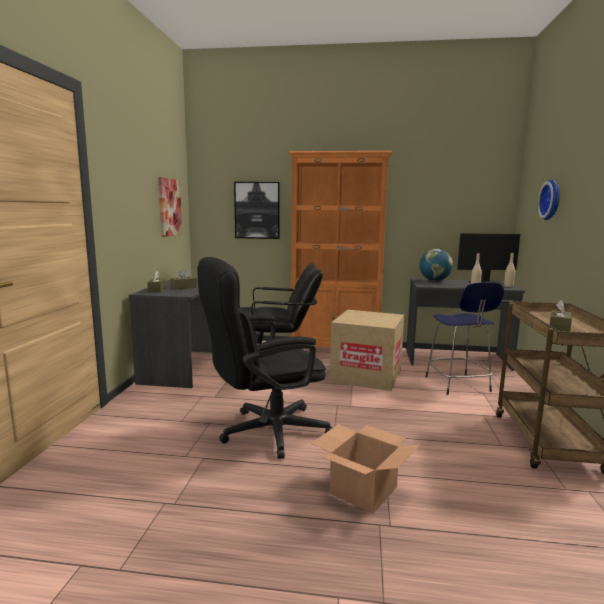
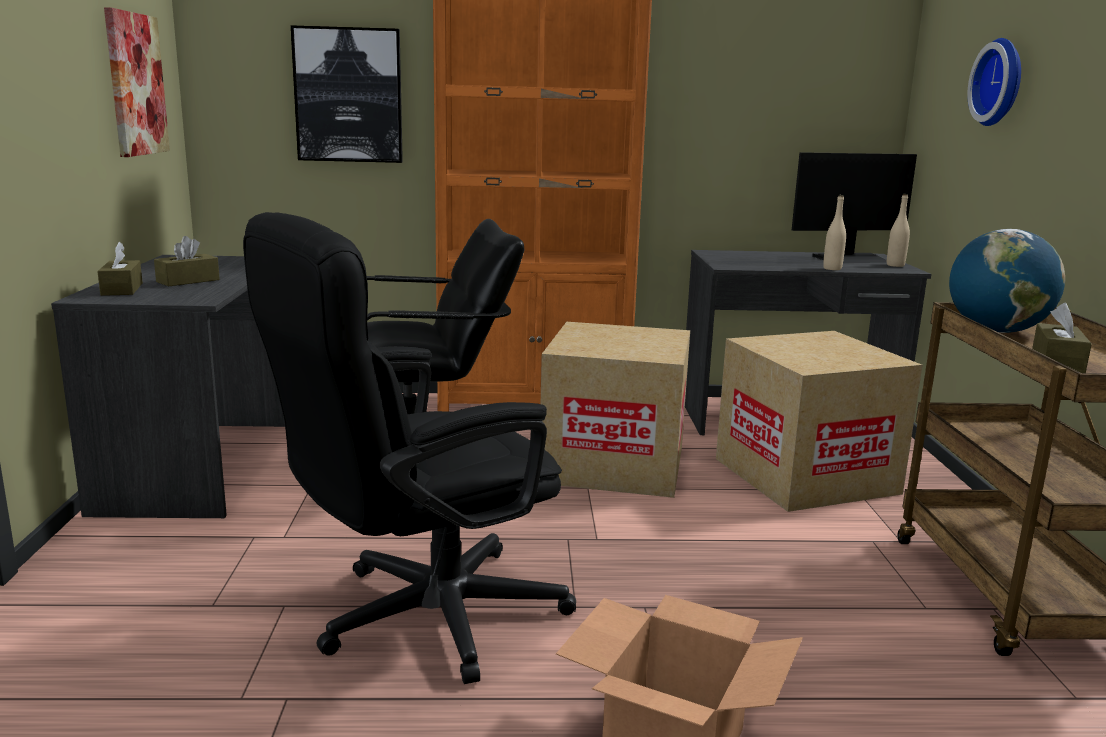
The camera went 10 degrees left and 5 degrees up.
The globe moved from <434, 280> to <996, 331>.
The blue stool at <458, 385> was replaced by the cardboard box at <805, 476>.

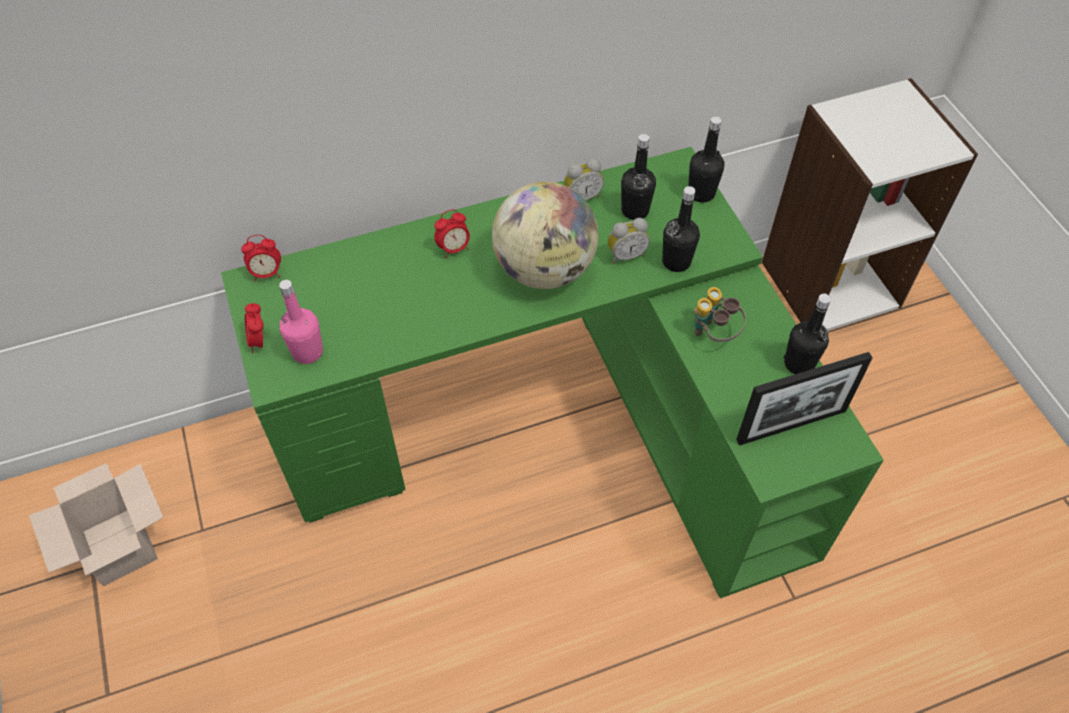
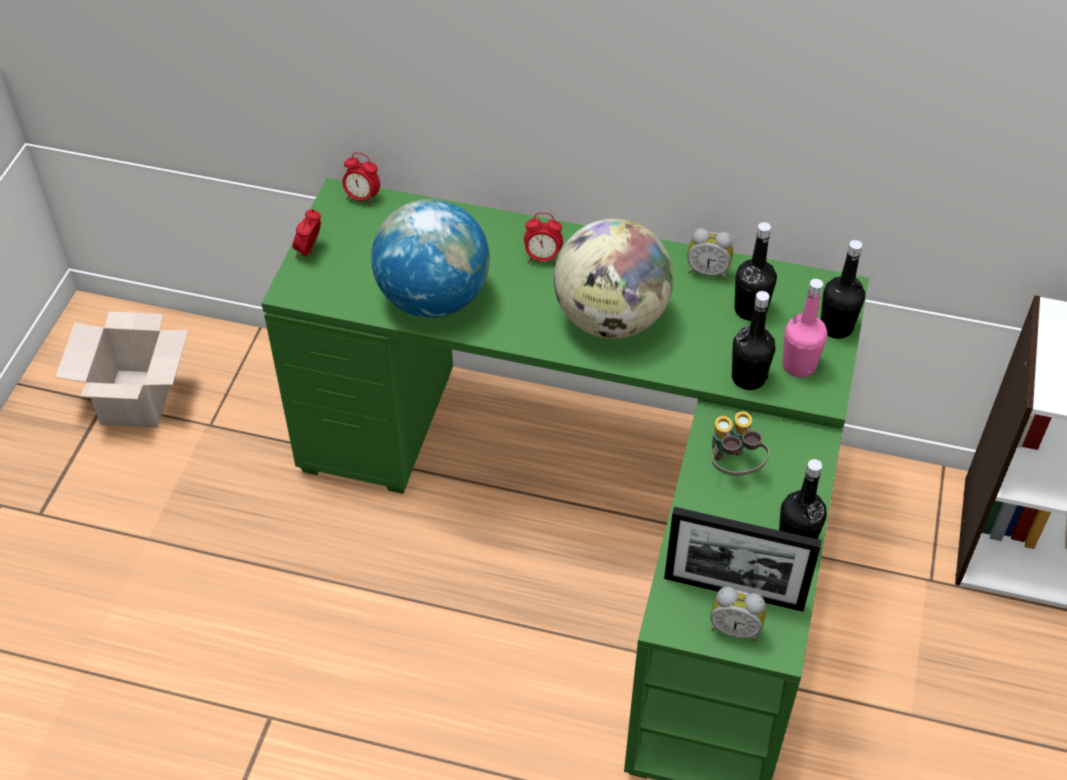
The camera went 35 degrees right and 5 degrees down.
The globe at <433, 298> appeared.
The pink bottle moved from <307, 352> to <799, 365>.
The alarm clock moved from <625, 255> to <735, 628>.

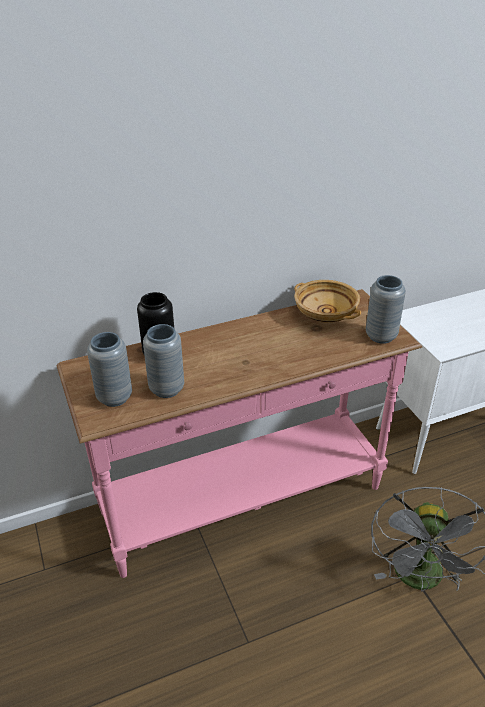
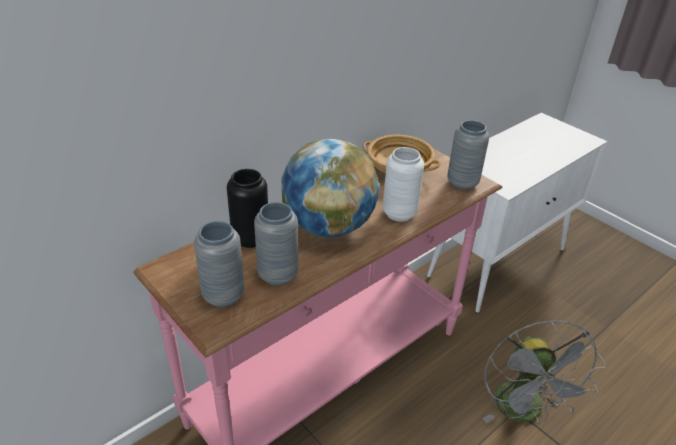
The camera went 20 degrees left and 0 degrees up.
The globe at <328, 226> appeared.
The white vase at <399, 213> appeared.

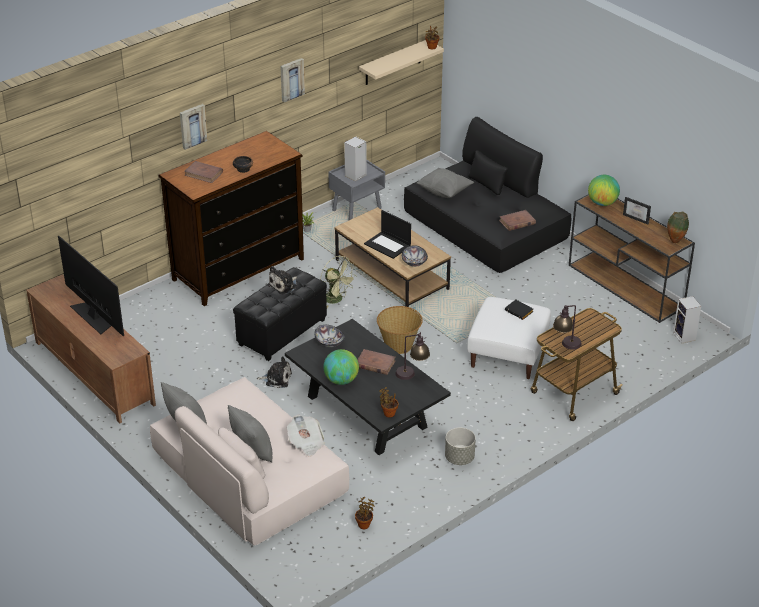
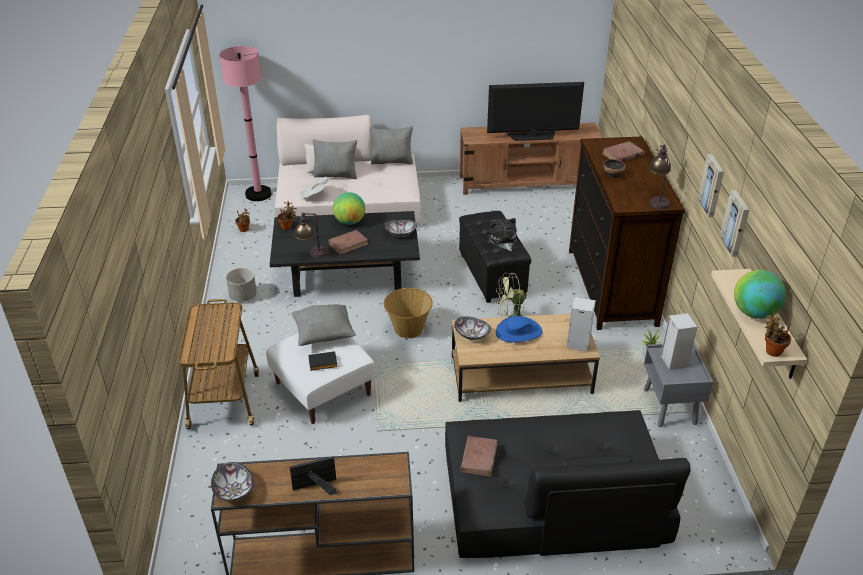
The camera went 125 degrees right and 0 degrees up.
The plush toy at <276, 378> disappeared.
The pink floor lamp at <258, 194> appeared.
The picture moved from <192, 126> to <736, 223>.
The grey pillow moved from <444, 192> to <323, 335>.
The table lamp moved from <566, 346> to <657, 199>.
The globe moved from <602, 203> to <754, 313>.
The speaker moved from <685, 337> to <577, 343>.
The laptop at <388, 245> was replaced by the blue hat at <518, 332>.
The vase at <675, 241> was replaced by the bowl at <234, 491>.

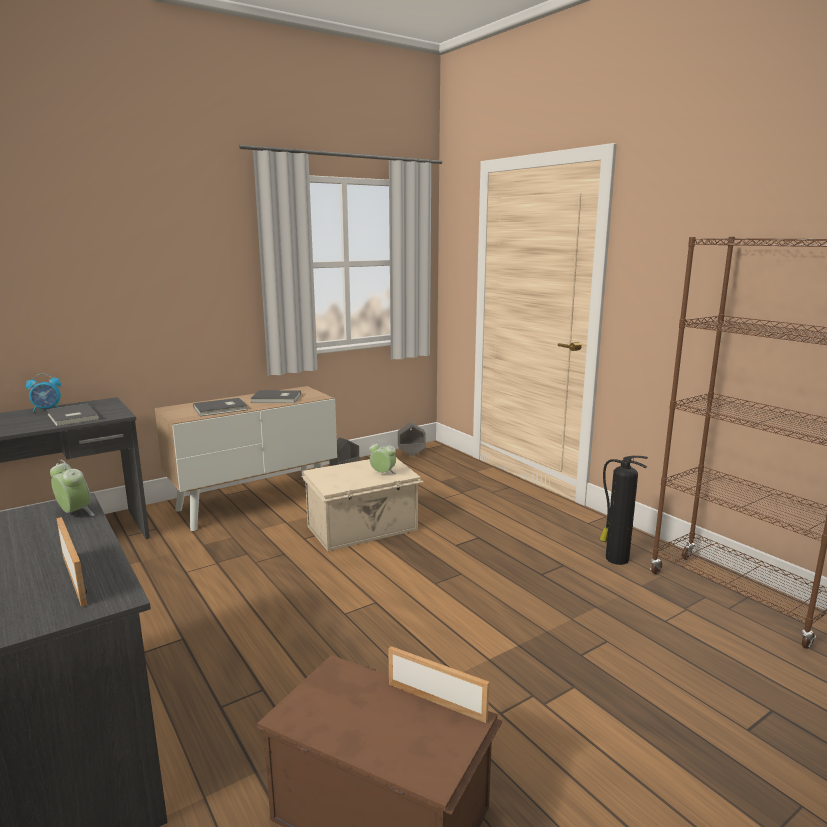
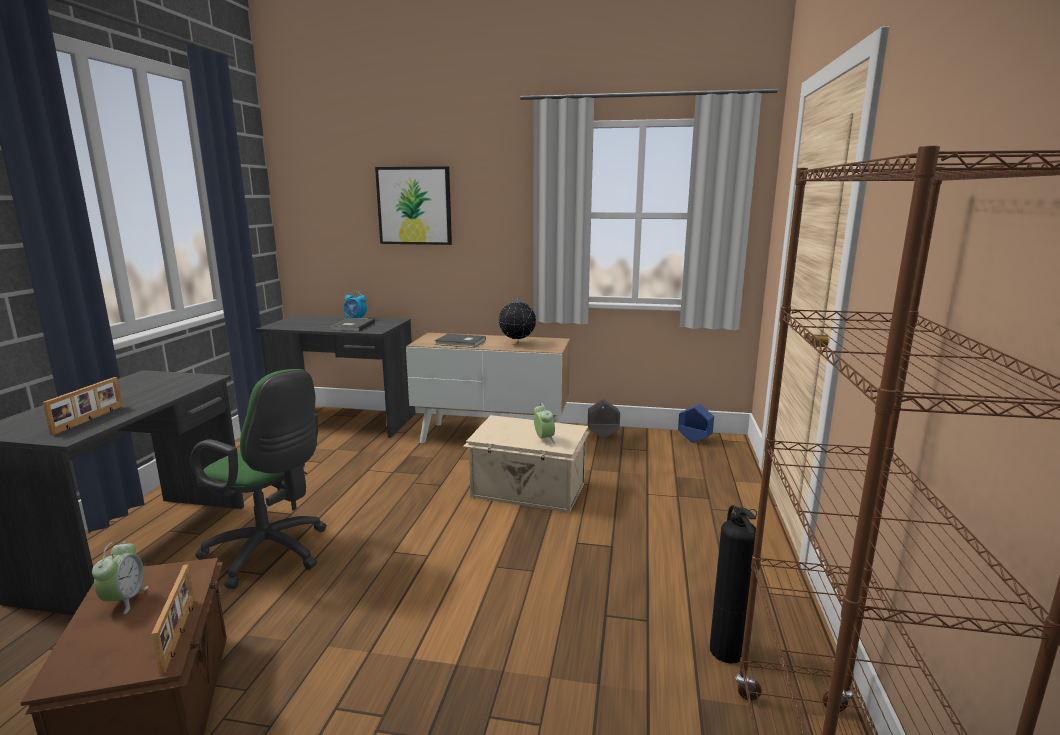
The camera went 45 degrees right and 0 degrees up.
The green office chair at <272, 554> appeared.
The picture at <414, 206> appeared.
The alarm clock moved from <74, 513> to <124, 600>.
The grey book at <276, 399> was replaced by the globe at <517, 344>.
The grey planter at <411, 454> became the blue planter at <694, 440>.

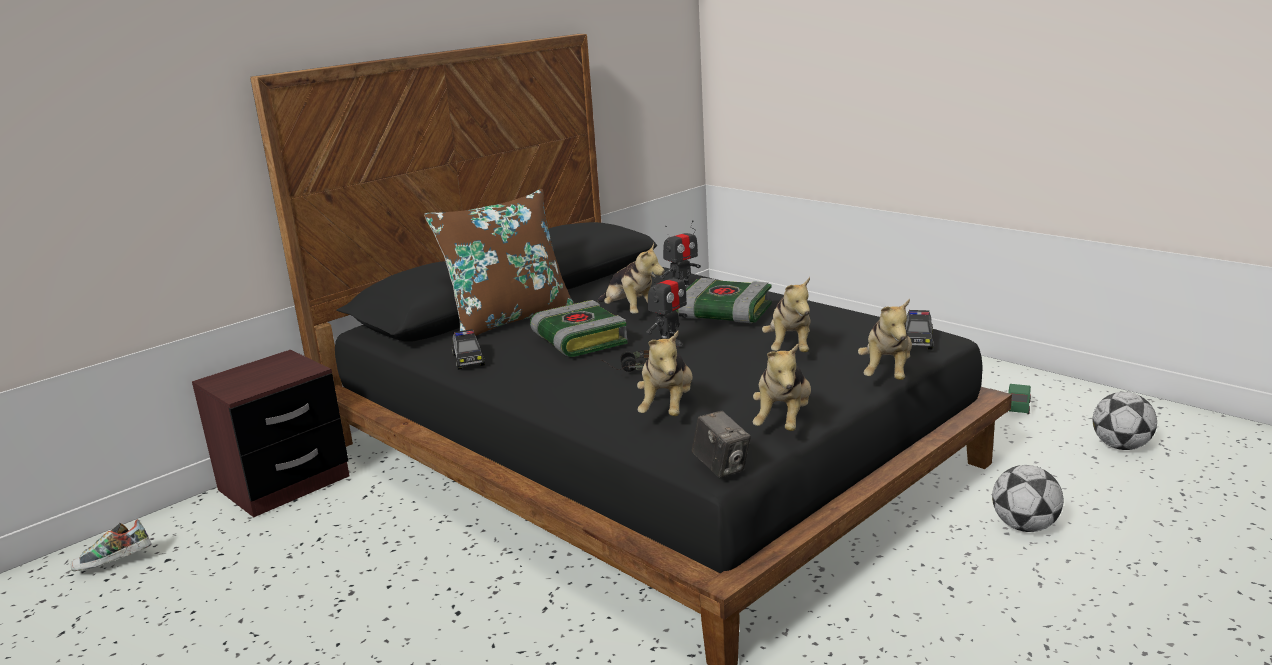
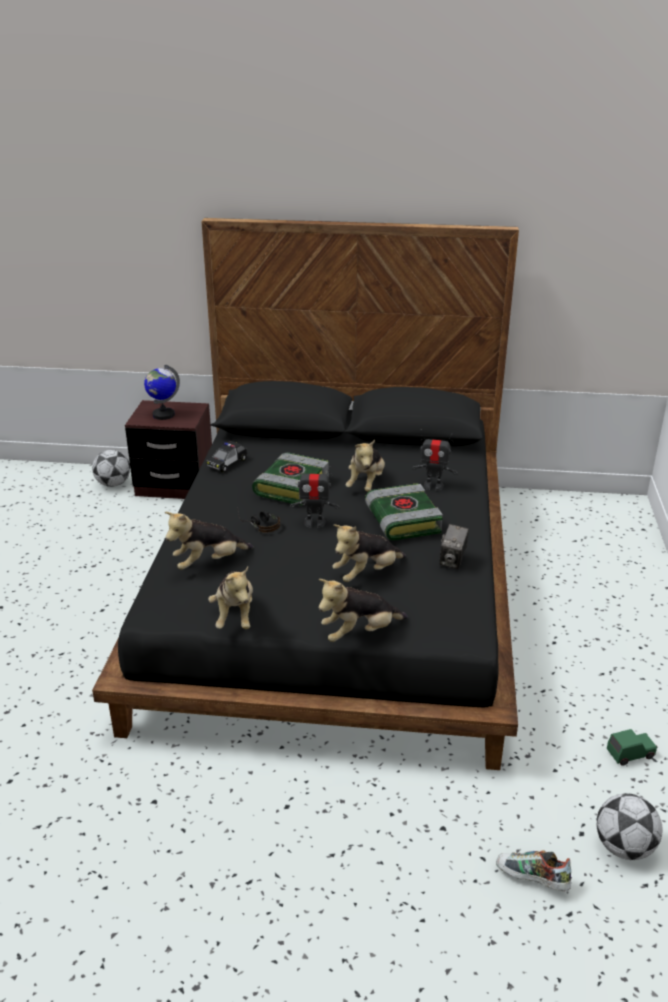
The camera went 50 degrees right and 10 degrees up.
The brown pillow at <509, 319> disappeared.
The toy car at <918, 340> disappeared.
The globe at <163, 415> appeared.
The shoe moved from <114, 565> to <531, 880>.
The photo camera moved from <721, 467> to <452, 561>.
The football moved from <1025, 526> to <113, 484>.
The plush toy at <783, 421> turned 75 degrees counterclockwise.

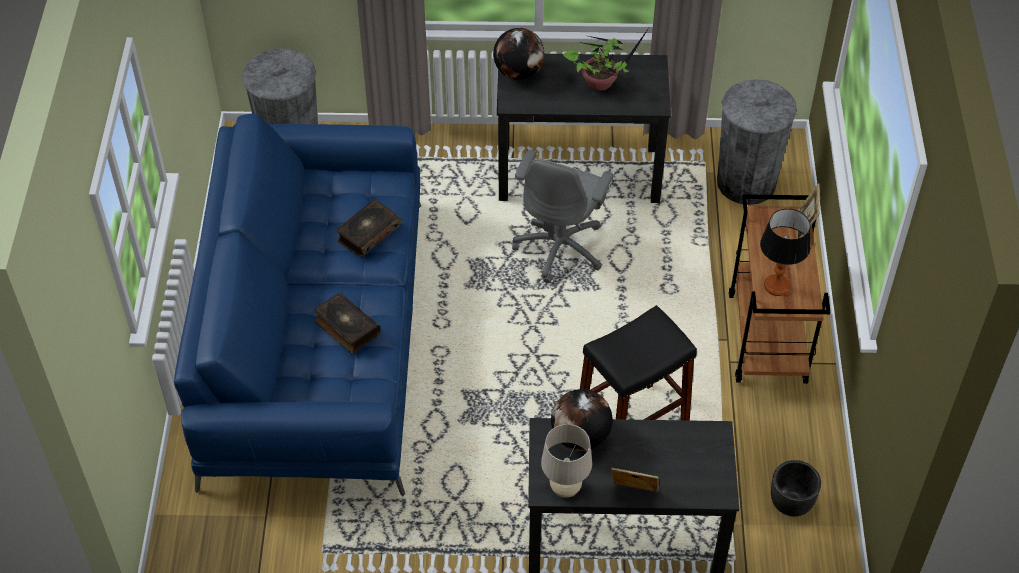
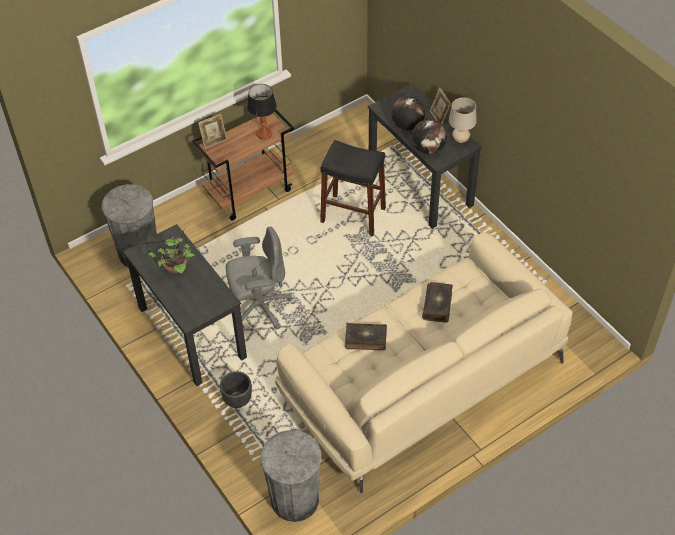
The camera went 125 degrees left and 0 degrees up.
The globe moved from <519, 72> to <407, 125>.
The black planter moved from <790, 503> to <238, 399>.
The blue sofa at <317, 336> became the beige sofa at <421, 379>.

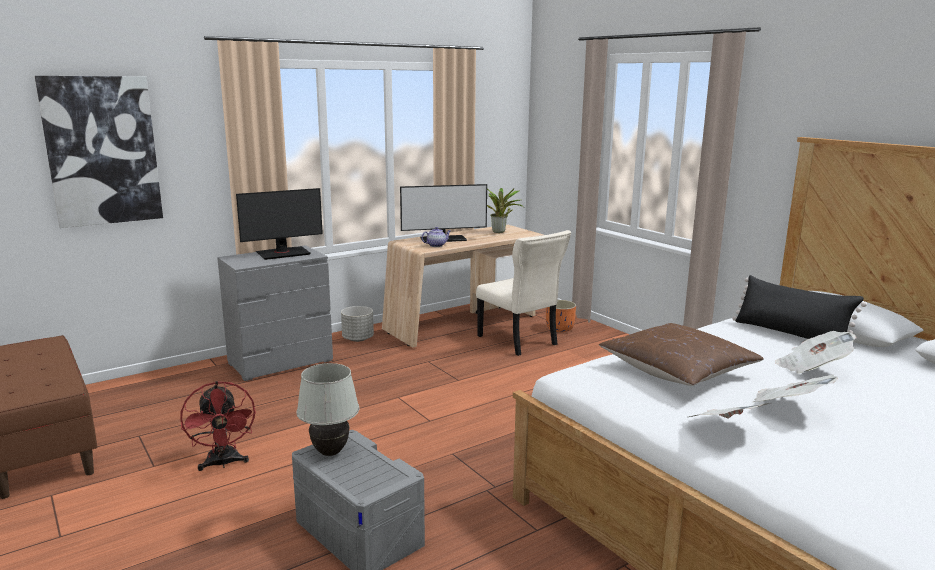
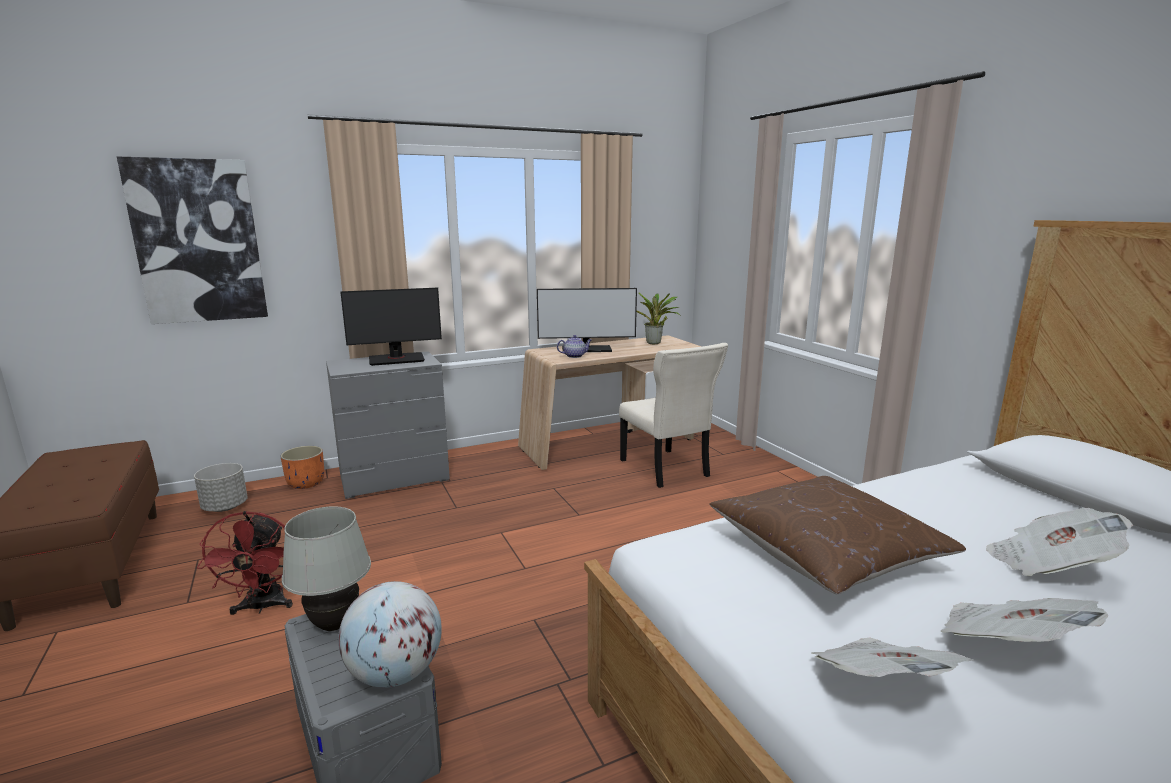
The camera went 10 degrees right and 0 degrees up.
The black pillow at <790, 334> disappeared.
The globe at <395, 674> appeared.
The grey planter moved from <357, 339> to <224, 507>.
The orange planter moved from <560, 329> to <306, 484>.

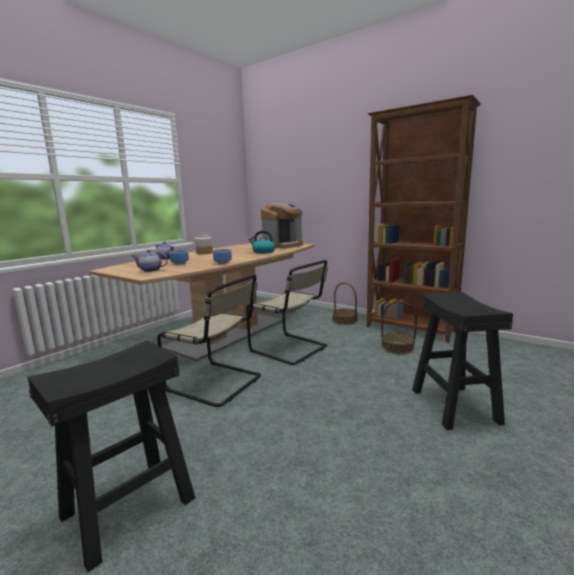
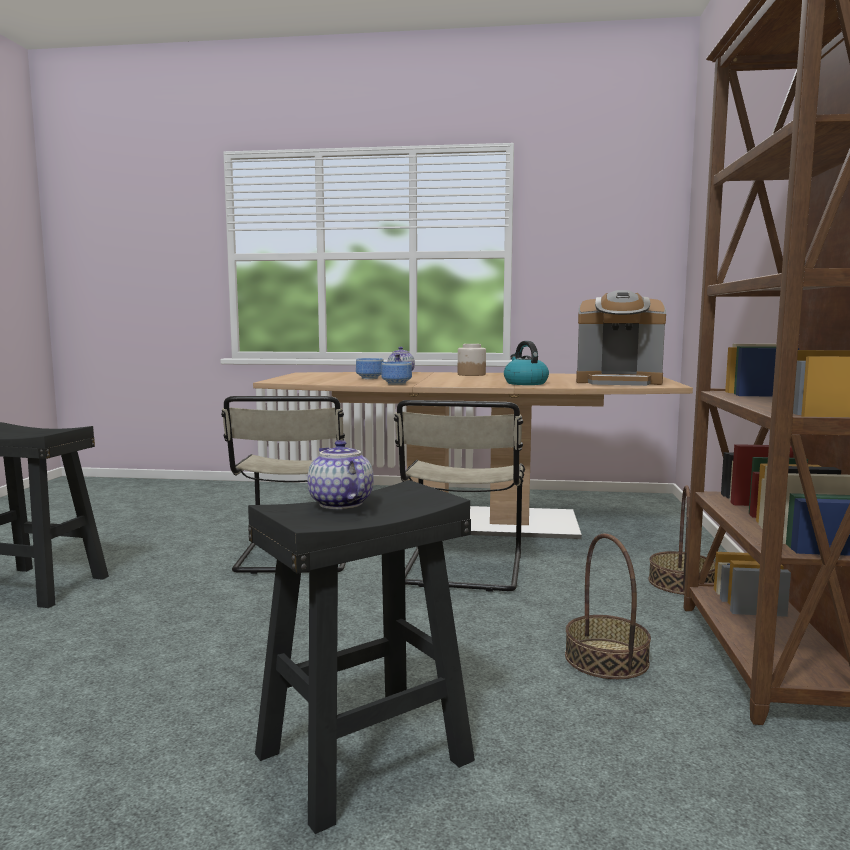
The camera went 60 degrees right and 5 degrees down.
The teapot moved from <150, 270> to <339, 504>.

